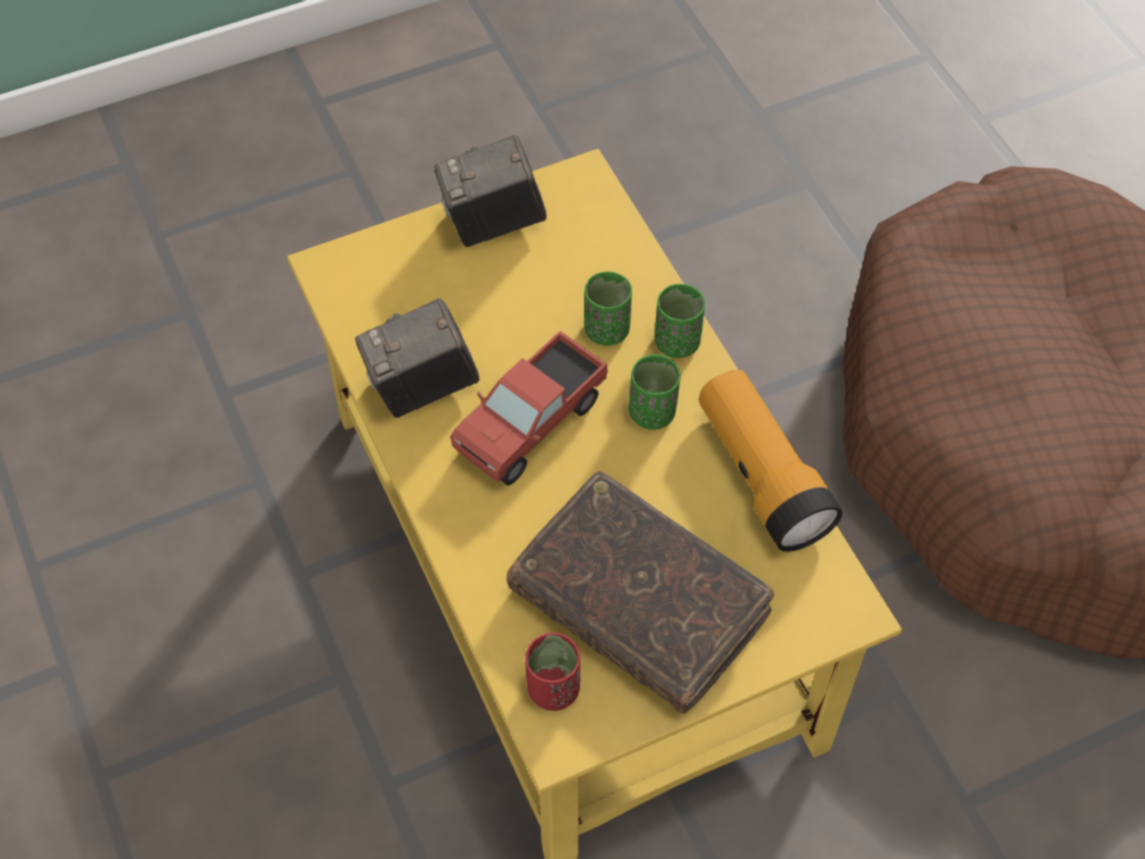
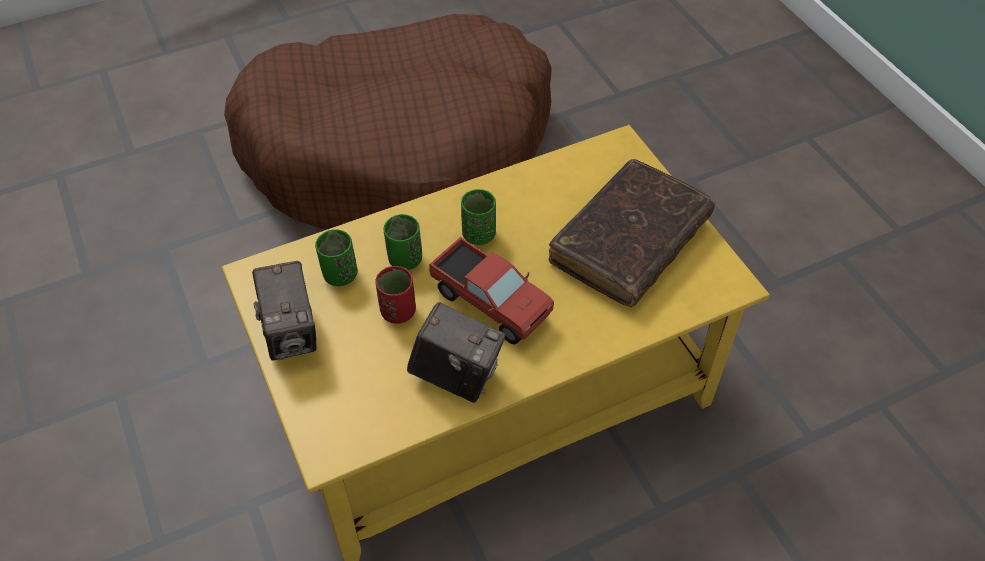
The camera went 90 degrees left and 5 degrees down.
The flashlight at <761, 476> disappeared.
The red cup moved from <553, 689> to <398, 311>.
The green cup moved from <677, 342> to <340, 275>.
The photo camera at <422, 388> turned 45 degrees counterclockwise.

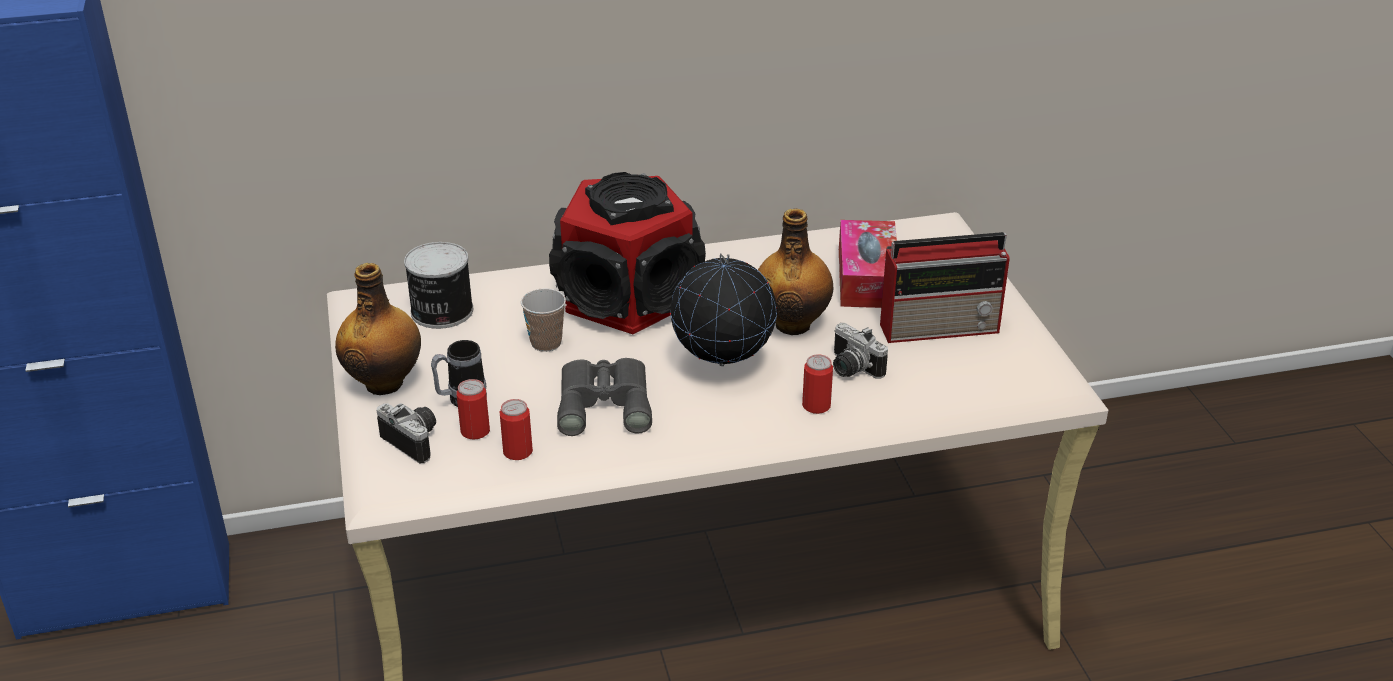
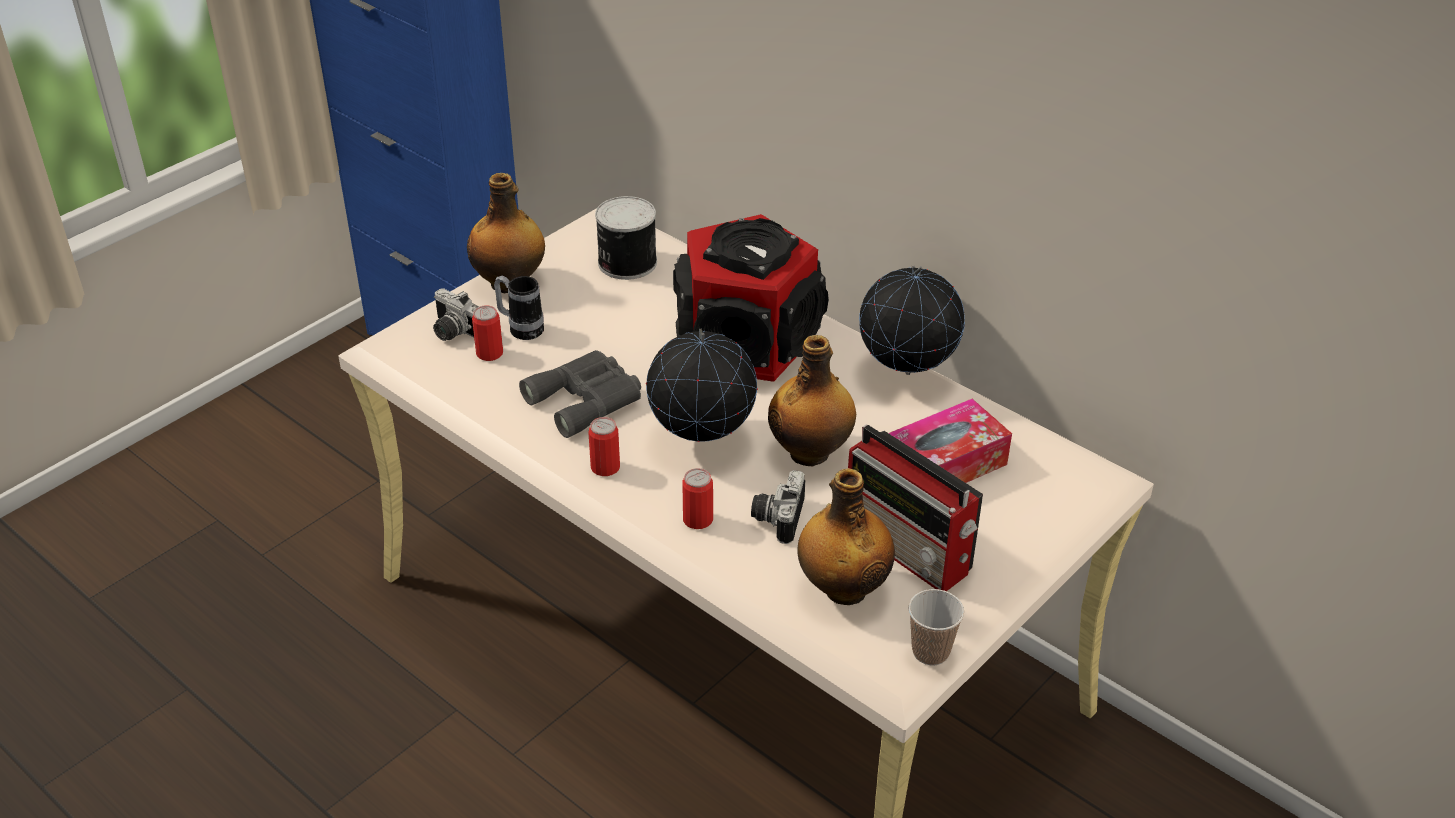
The camera went 55 degrees right and 5 degrees up.
The bottle at <843, 588> appeared.
The globe at <906, 373> appeared.
The can moved from <518, 451> to <605, 467>.
The cup moved from <546, 343> to <930, 652>.
The photo camera at <416, 440> turned 120 degrees clockwise.

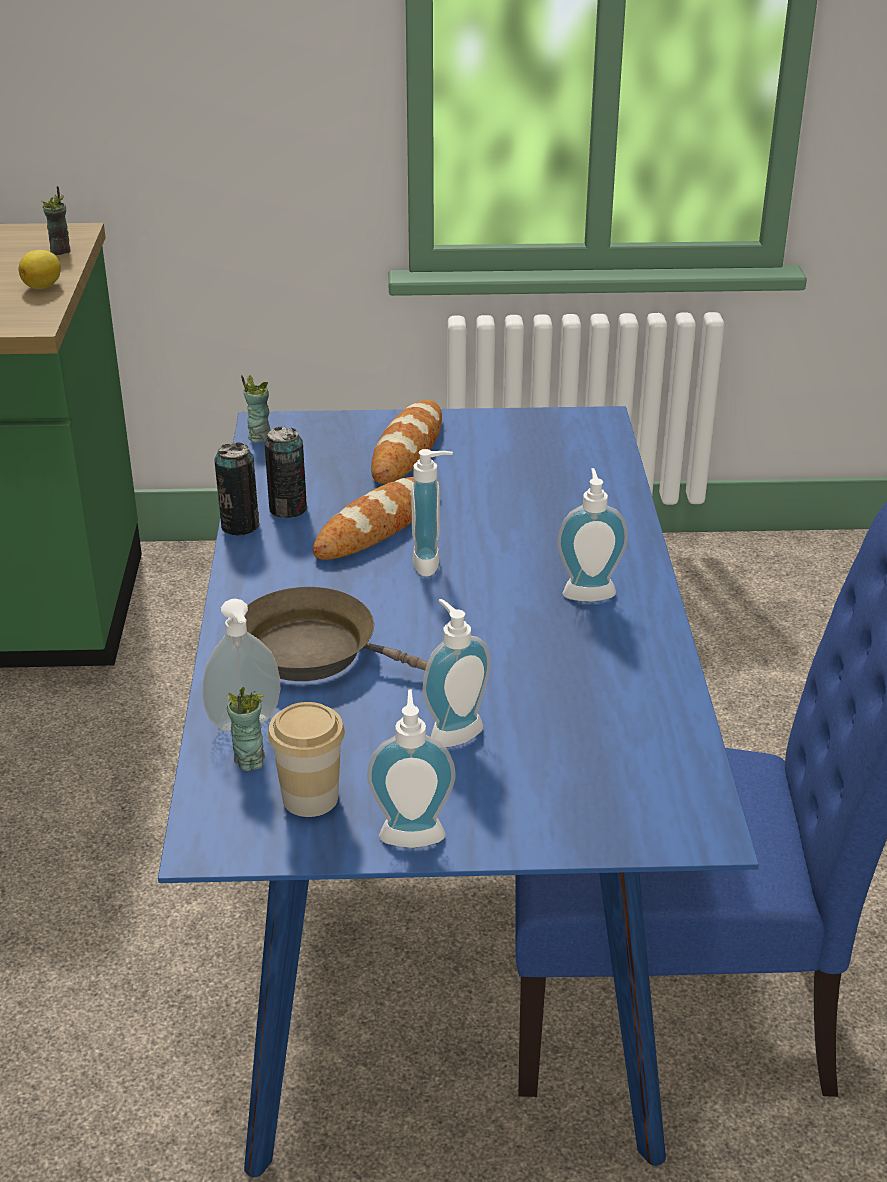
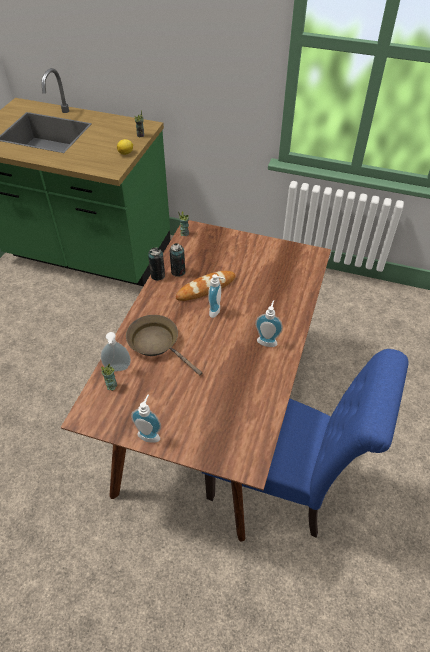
The camera went 20 degrees right and 15 degrees up.
The cup at <310, 798> disappeared.
The bread at <407, 449> disappeared.
The soap dispenser at <452, 731> disappeared.
The blue dining table at <438, 894> became the brown dining table at <213, 411>.

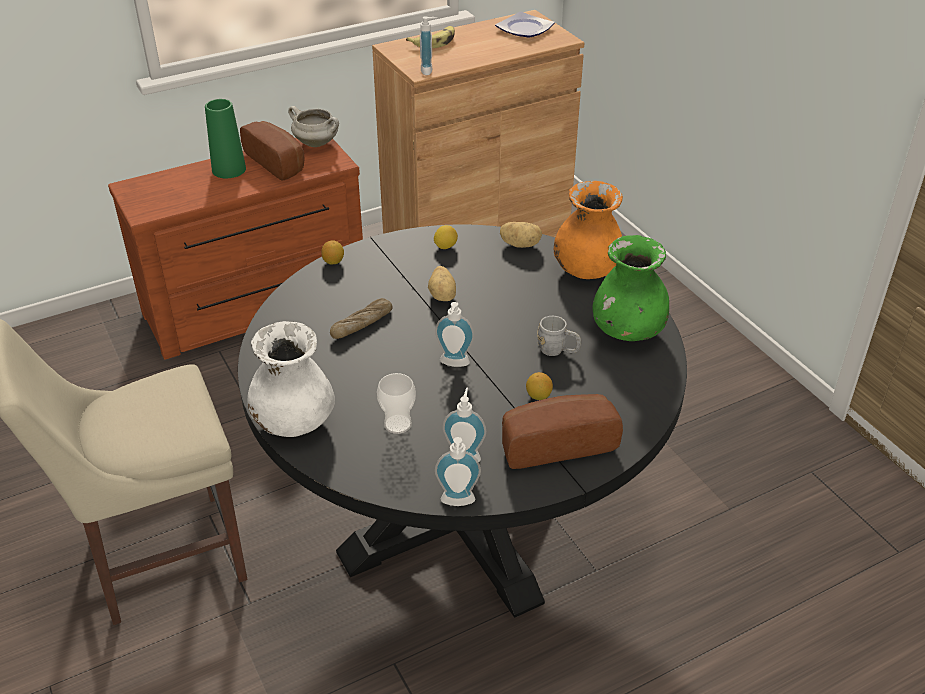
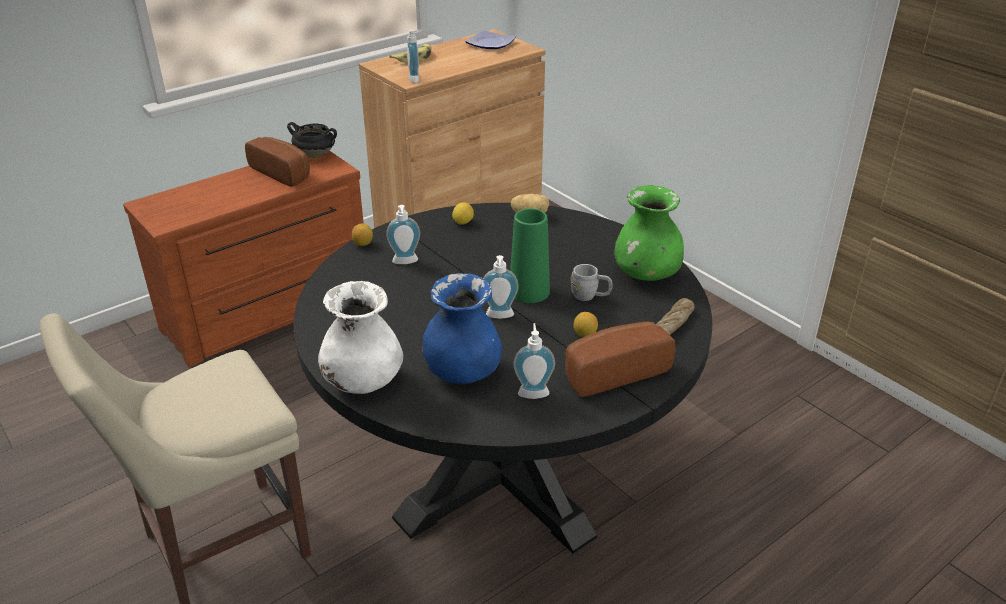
The camera went 10 degrees left and 5 degrees down.
The potato at <443, 295> disappeared.
The orange vase at <587, 270> disappeared.
The green vase moved from <229, 169> to <529, 291>.
The bread moved from <362, 324> to <673, 324>.
The soap dispenser moved from <458, 503> to <405, 262>.
The cup at <398, 424> was replaced by the blue vase at <462, 372>.
The white cooking pot at <317, 143> became the black cooking pot at <316, 155>.

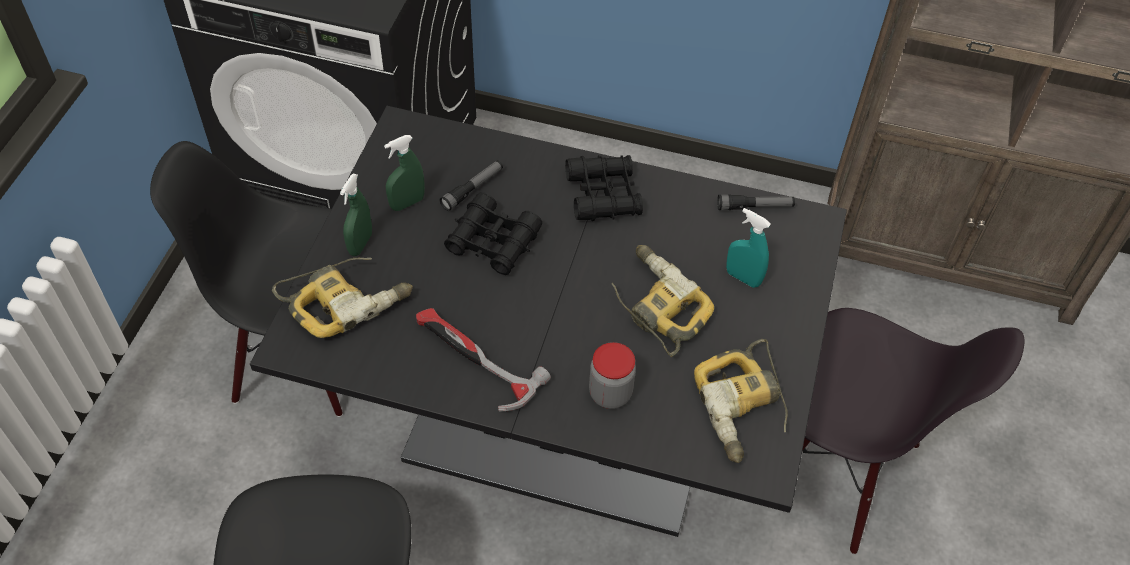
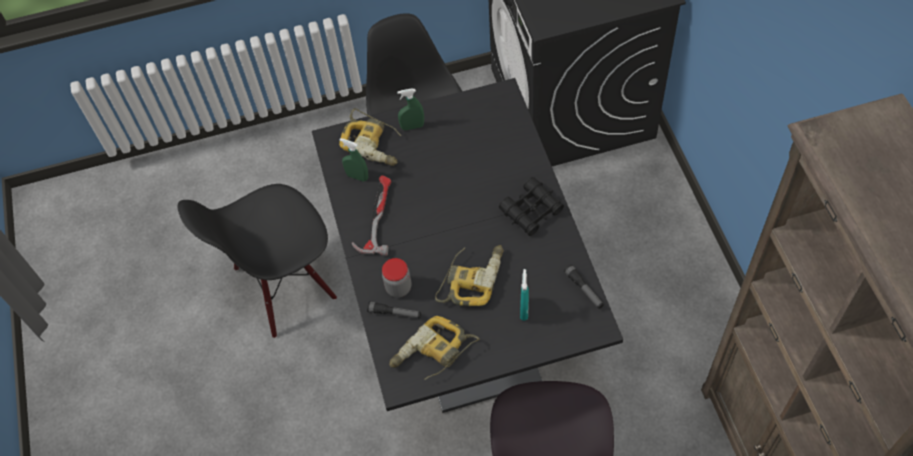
The camera went 65 degrees right and 5 degrees up.
The black binoculars at <493, 242> disappeared.
The green spray bottle moved from <407, 203> to <357, 176>.
The flashlight moved from <472, 189> to <394, 313>.

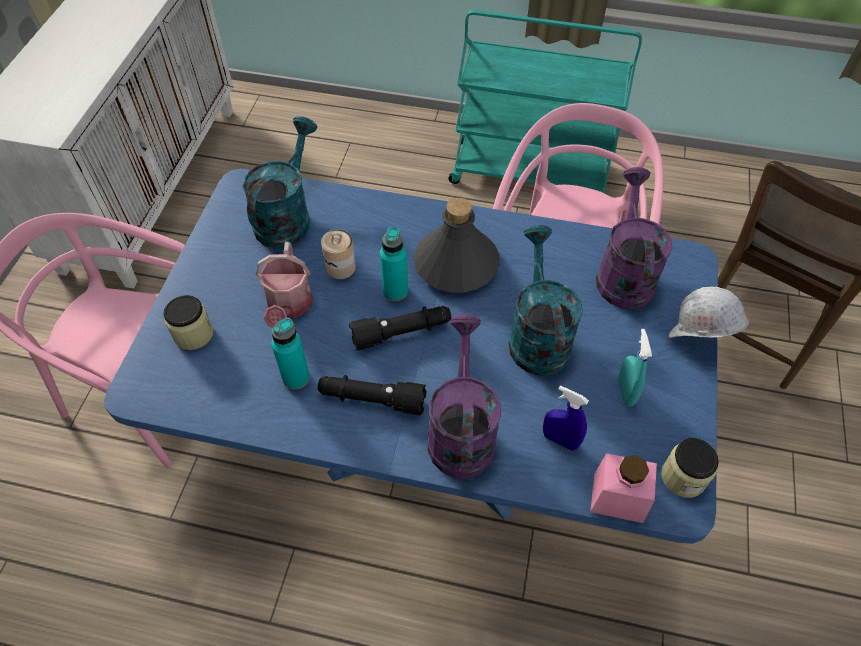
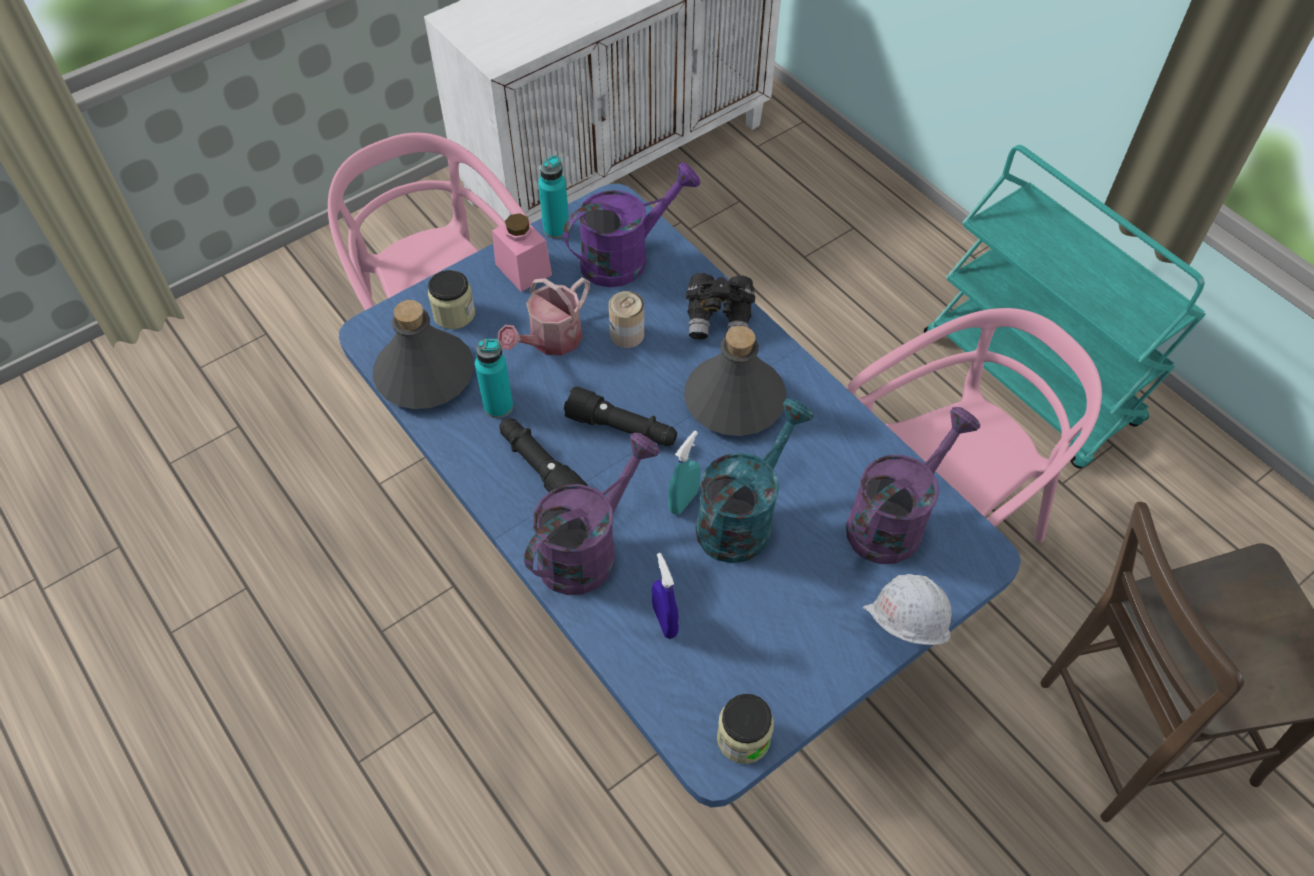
The camera went 40 degrees right and 0 degrees up.
The grey bottle at <425, 374> appeared.
The black binoculars at <719, 318> appeared.
The turquoise bottle moved from <395, 291> to <556, 229>.
The pink jar moved from <618, 498> to <523, 269>.
The turquoise spray bottle moved from <625, 392> to <683, 501>.
The turquoise watering can at <286, 216> became the purple watering can at <625, 257>.

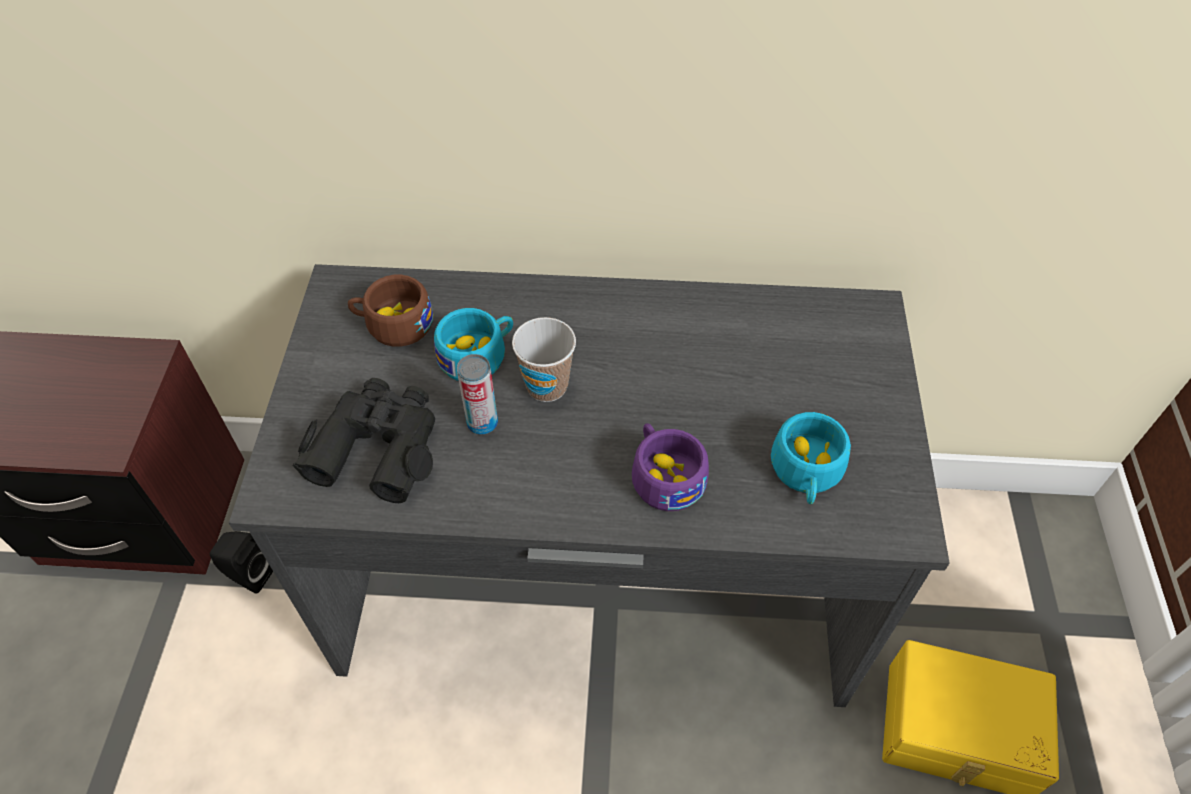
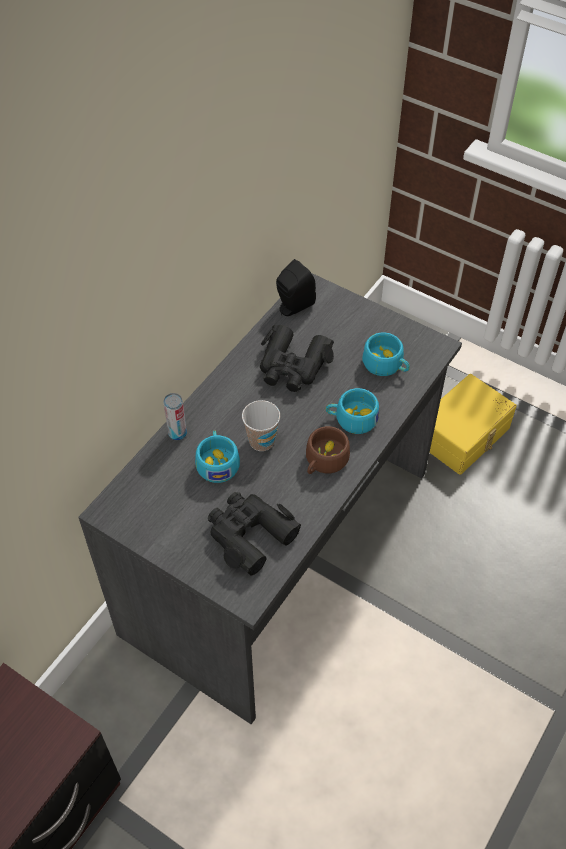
The camera went 60 degrees left and 0 degrees up.
The black binoculars at <292, 366> appeared.
The black speaker moved from <248, 574> to <293, 307>.
The brown cup moved from <393, 324> to <324, 461>.
The can moved from <482, 423> to <177, 433>.
The purple cup at <664, 475> became the turquoise cup at <351, 419>.

